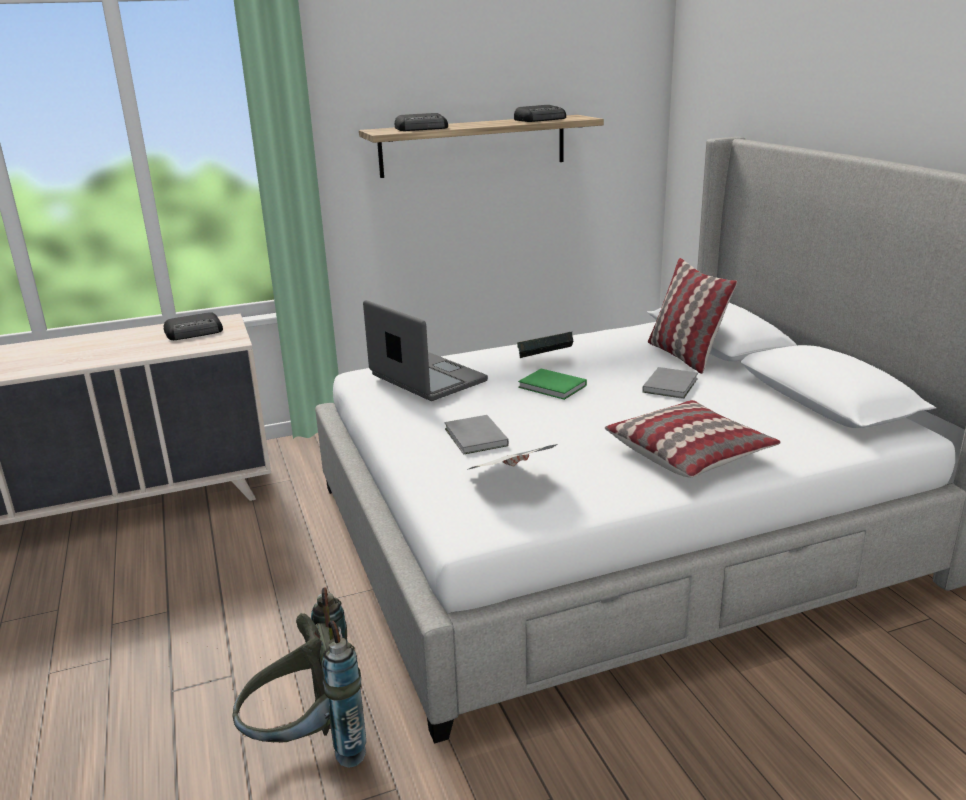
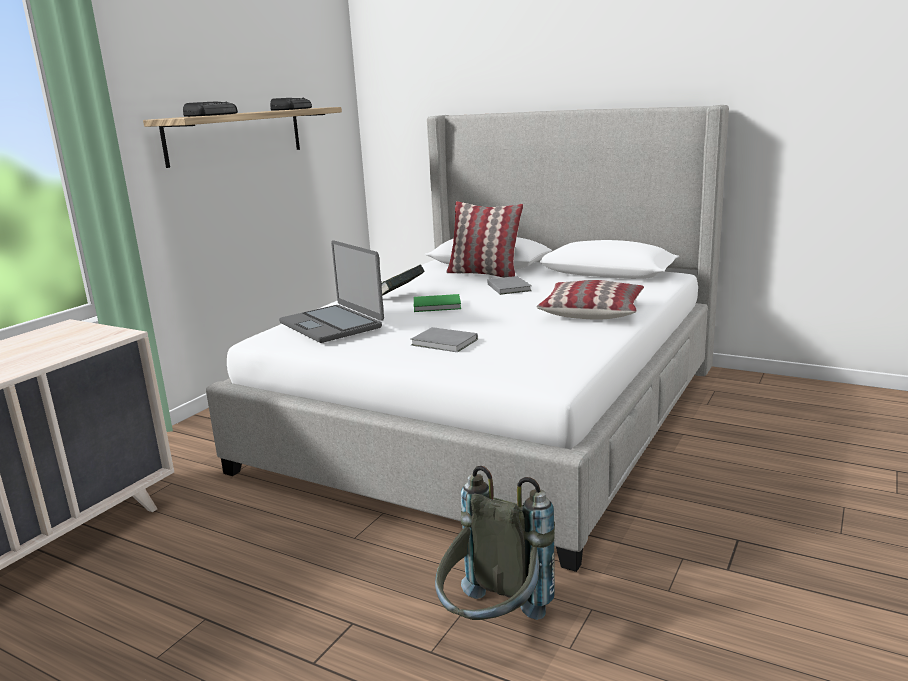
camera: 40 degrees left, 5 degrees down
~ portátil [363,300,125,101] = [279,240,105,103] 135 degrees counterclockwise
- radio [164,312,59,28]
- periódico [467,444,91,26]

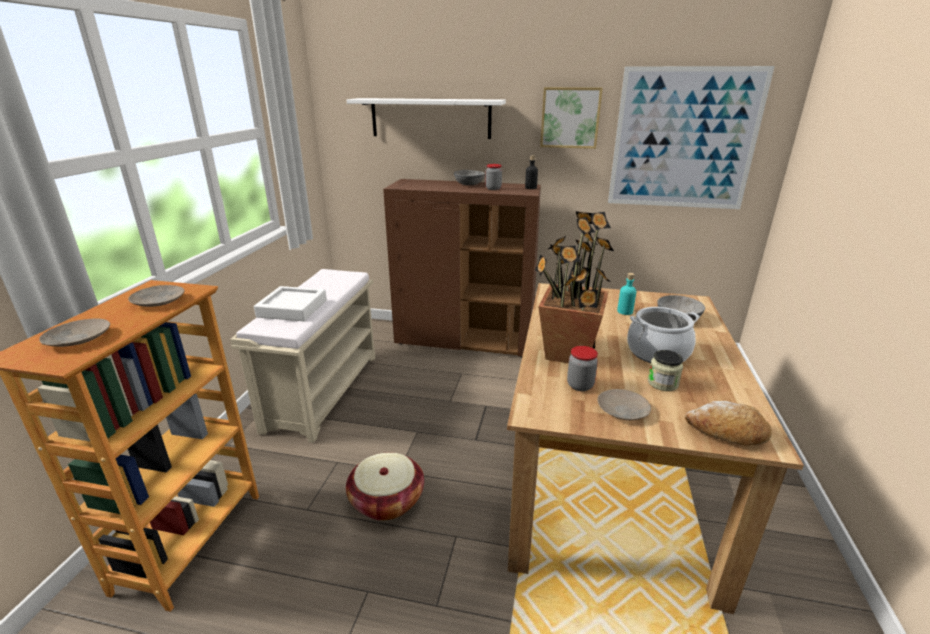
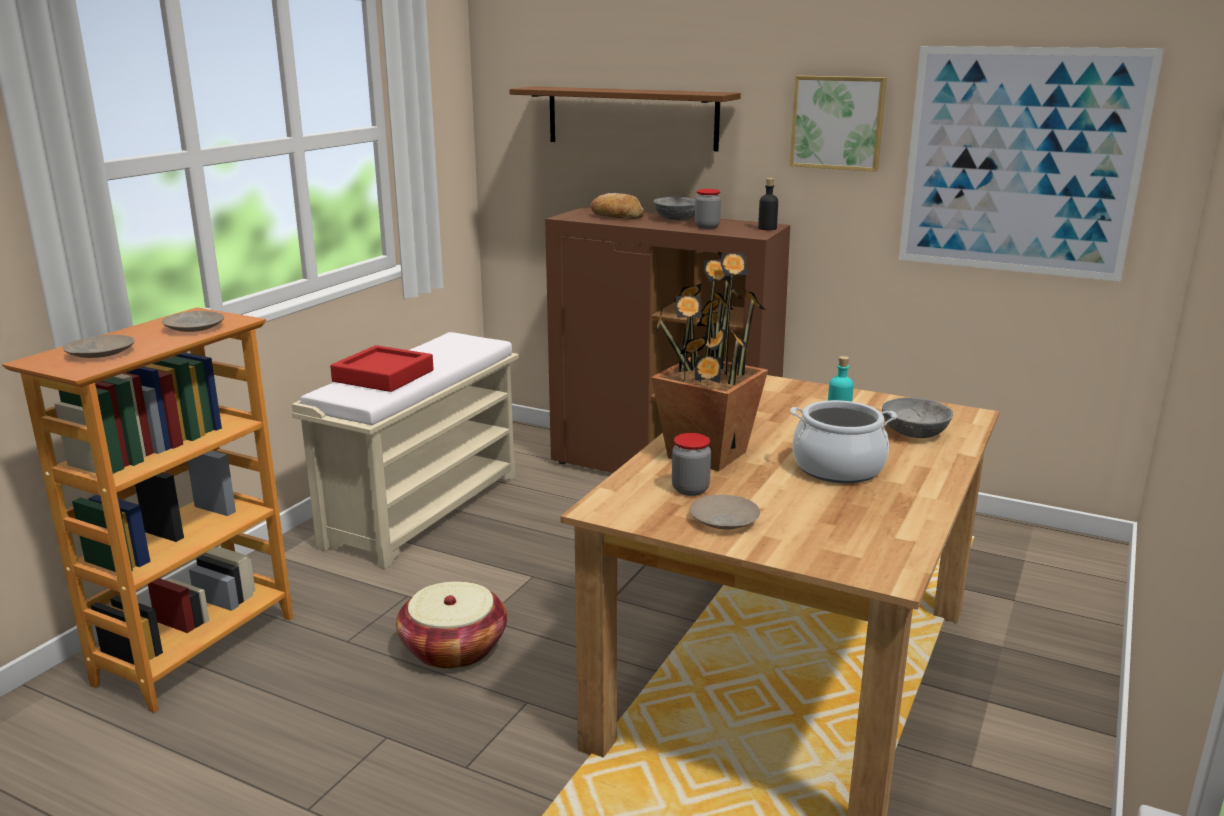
camera: 15 degrees right, 5 degrees down
~ bandeja (blanco) [254,286,73,35] to bandeja (rojo) [330,345,104,47]
~ estante (blanco) [347,98,159,41] to estante (marrón) [509,86,232,66]
~ pan [685,401,87,45] to [591,193,53,26]
- tarro [648,350,35,41]

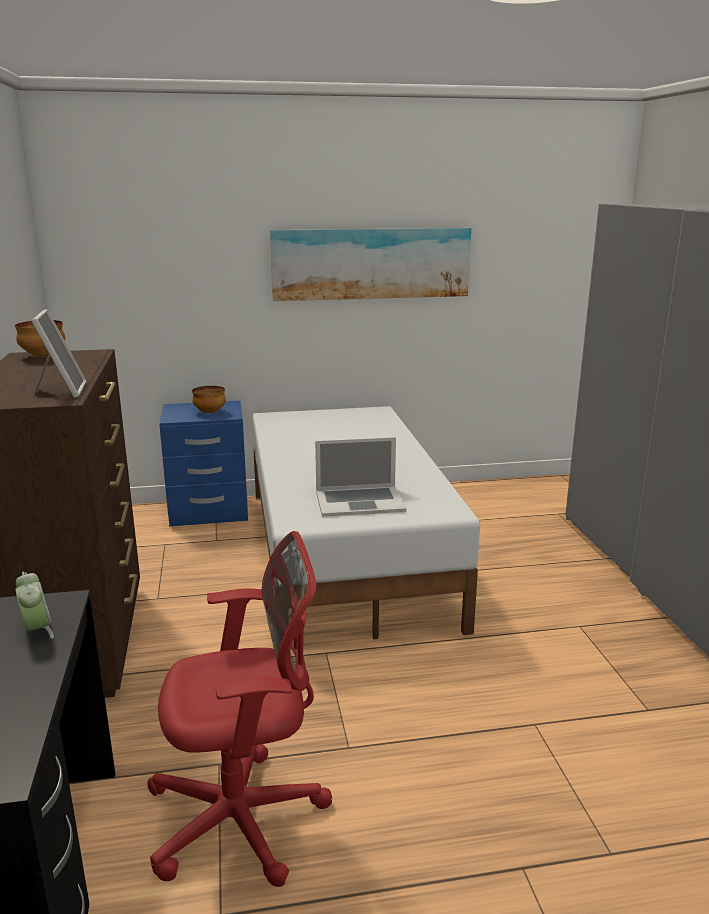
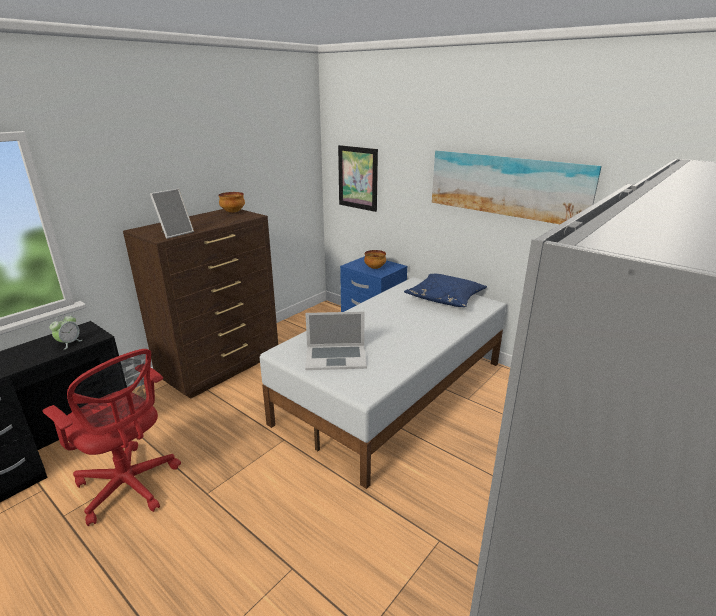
camera: 50 degrees right, 5 degrees up
~ portátil [315,437,91,80] = [305,312,62,58] 45 degrees counterclockwise
+ cuadro [338,145,40,67]
+ cojín (azul) [404,274,83,33]

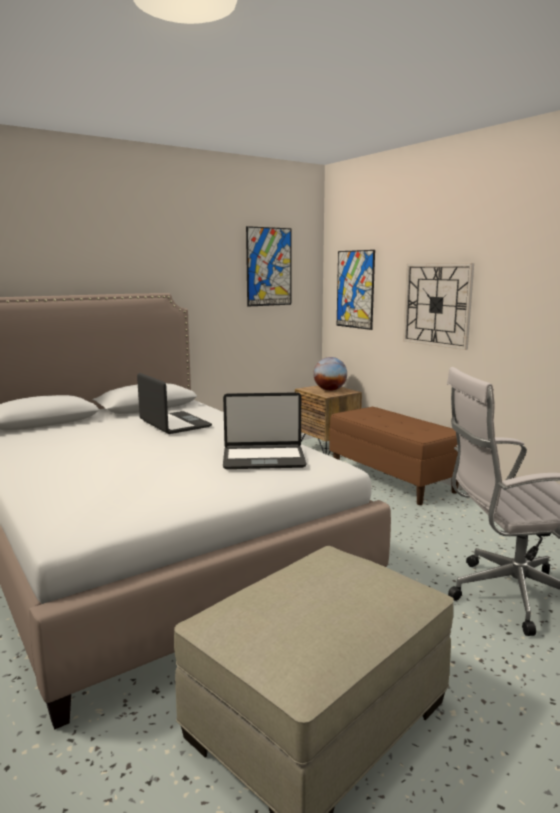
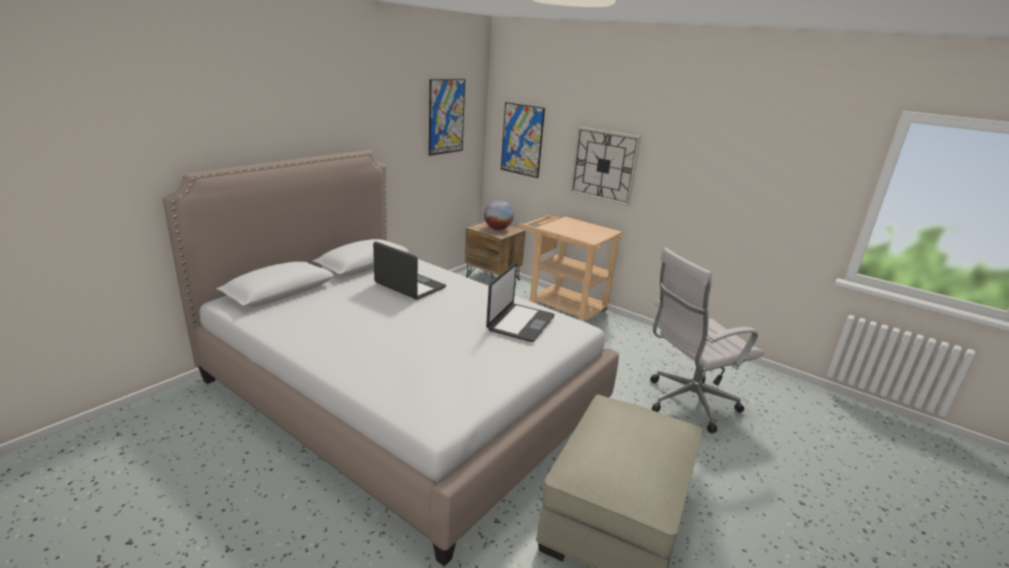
camera: 20 degrees left, 10 degrees up
~ portátil [223,392,84,77] = [486,263,69,79] 45 degrees counterclockwise
~ banco (marrón) [329,407,130,98] to carrito (beis) [518,215,105,107]

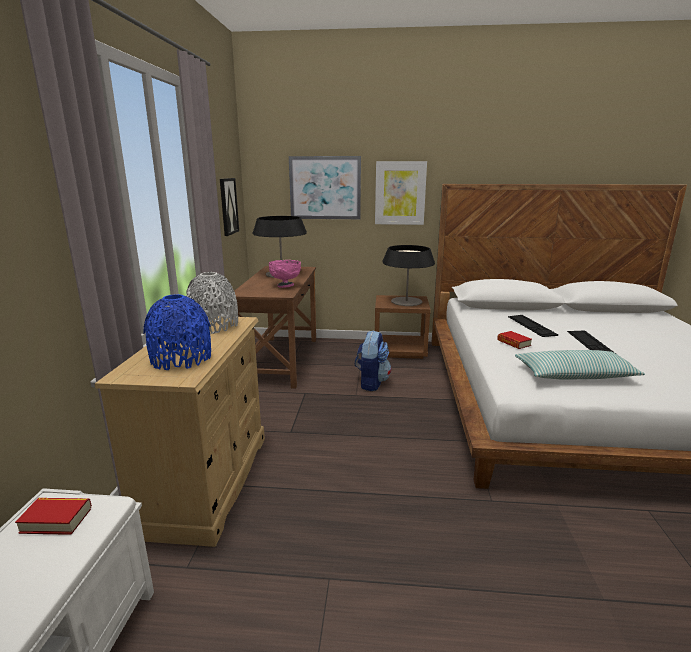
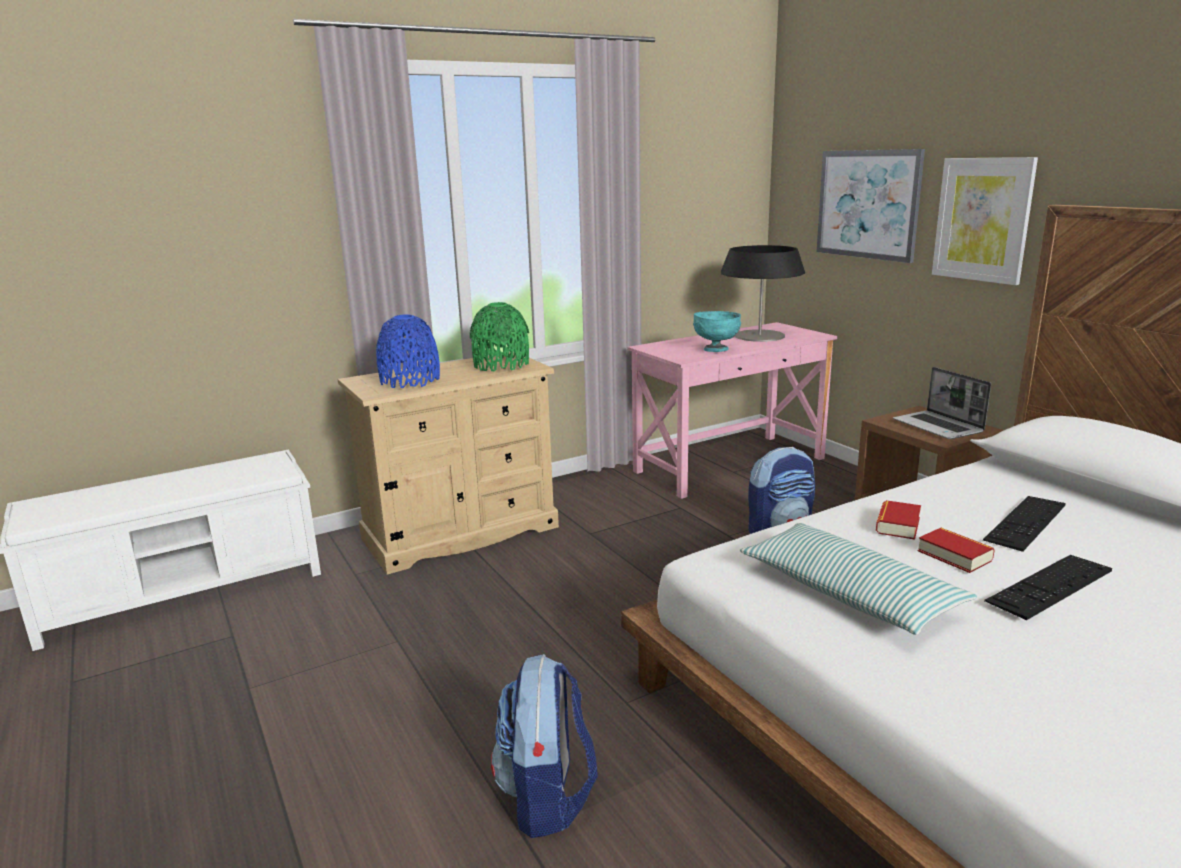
camera: 55 degrees right, 0 degrees up
~ florero (gris) [186,272,52,62] to florero (verde) [470,302,59,69]
+ mochila [491,654,107,184]
~ escritorio (marrón) [235,266,81,123] to escritorio (rosa) [628,322,209,177]
~ cuenco (rosa) [269,260,32,28] to cuenco (turquesa) [693,311,48,41]
~ lámpara de mesa [383,245,52,61] to portátil [893,367,98,72]
~ libro [15,498,77,37] to [918,528,77,45]
- cuadro [220,178,19,58]

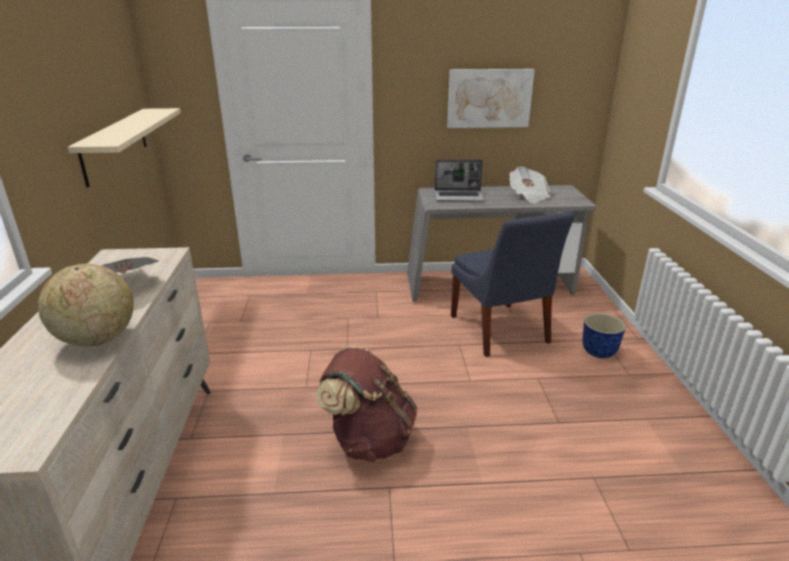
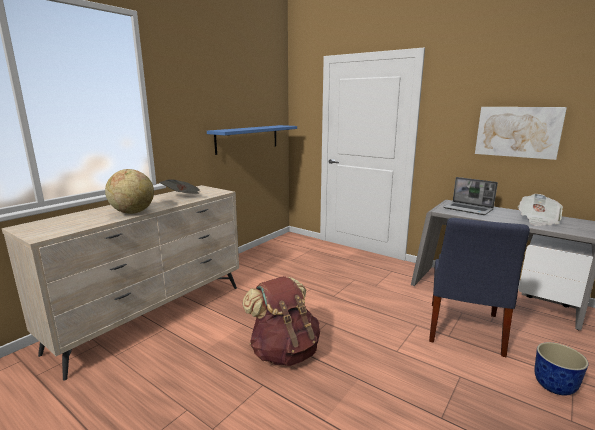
camera: 40 degrees right, 10 degrees down
~ estante (beis) [67,108,114,79] to estante (azul) [207,125,90,30]

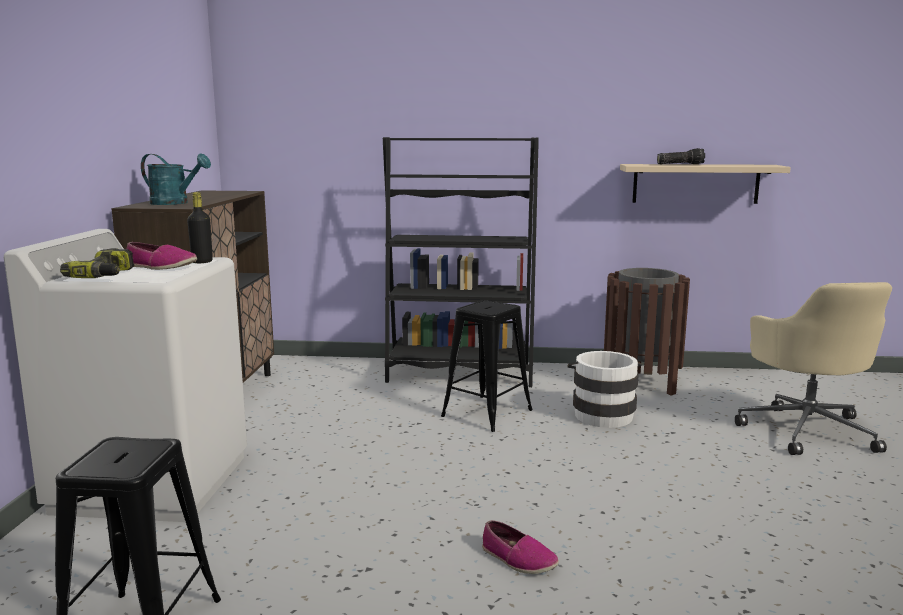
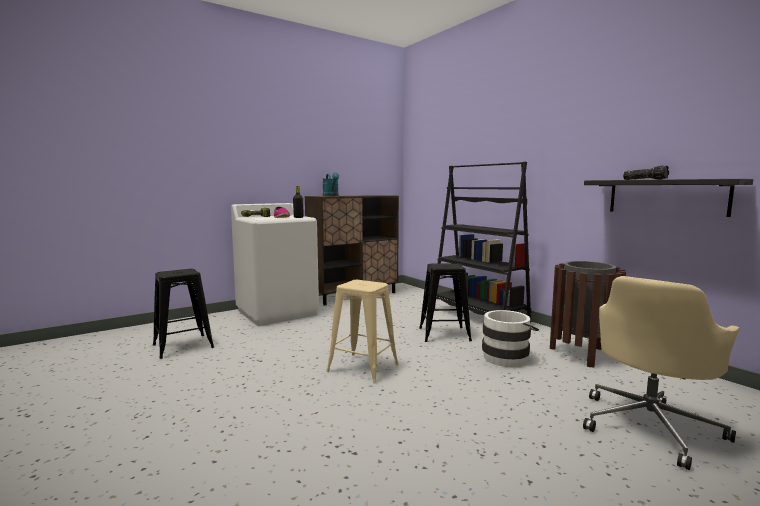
camera: 50 degrees right, 5 degrees down
+ taburete (beis) [326,280,73,104]
~ estante (beis) [620,164,171,40] to estante (negro) [584,179,170,38]
- zapato [482,520,77,54]

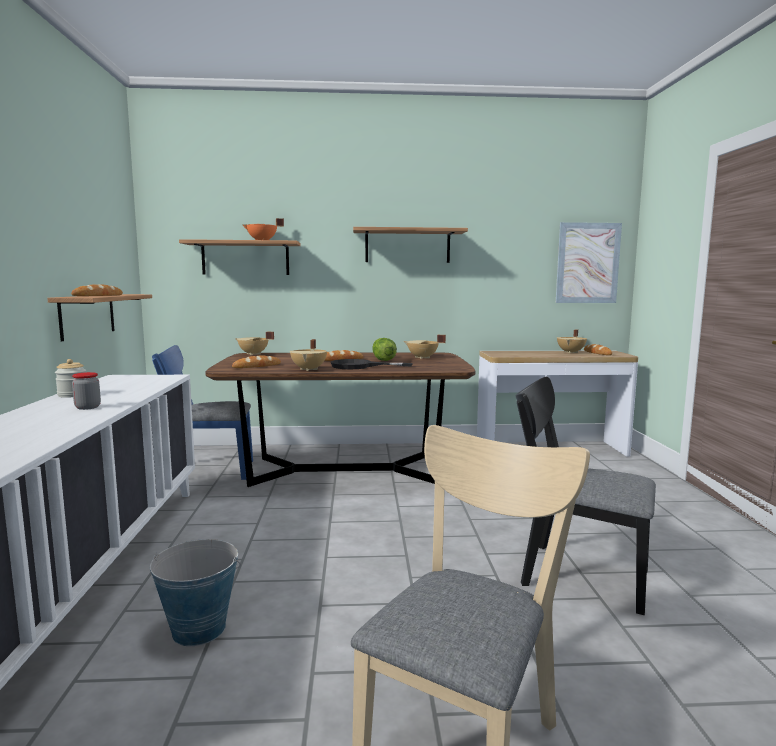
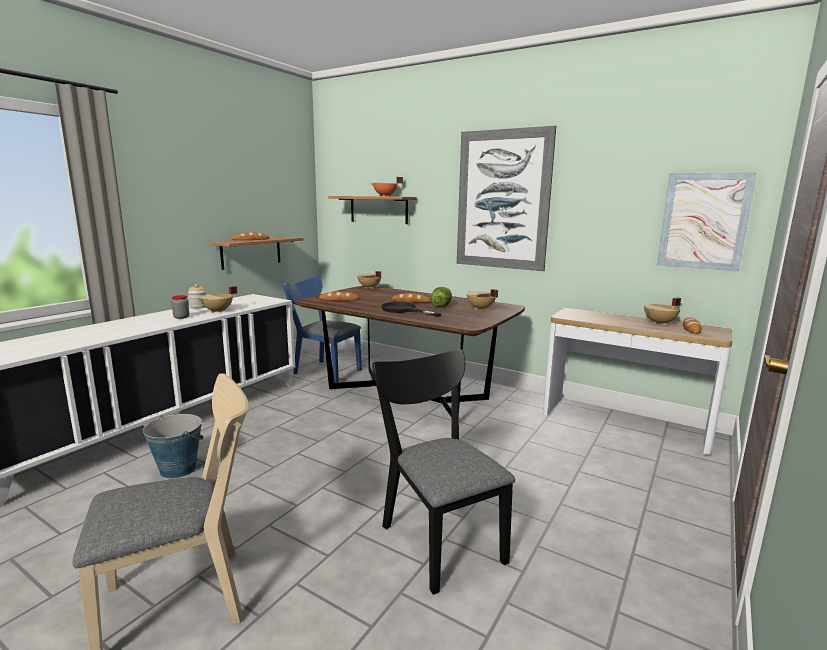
camera: 35 degrees right, 5 degrees up
~ olla (beis) [290,339,37,32] to [198,286,39,27]
~ estante [353,227,115,36] to cuadro [457,126,99,145]

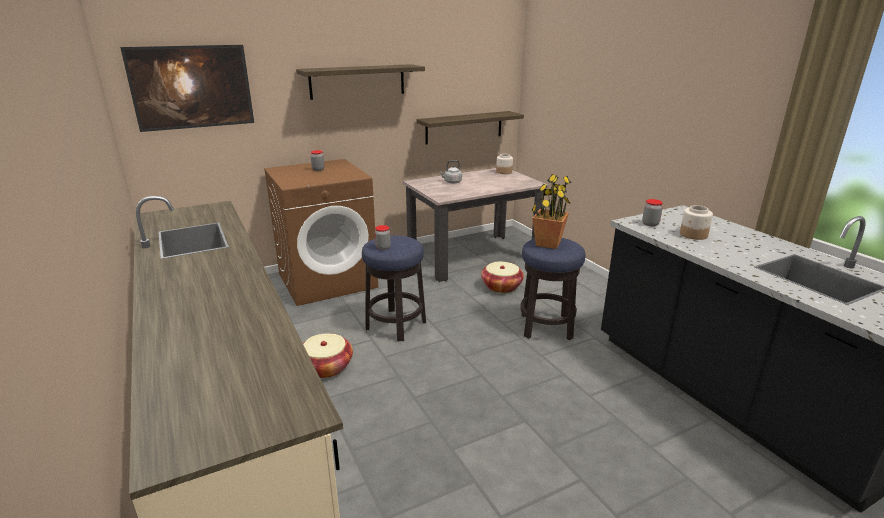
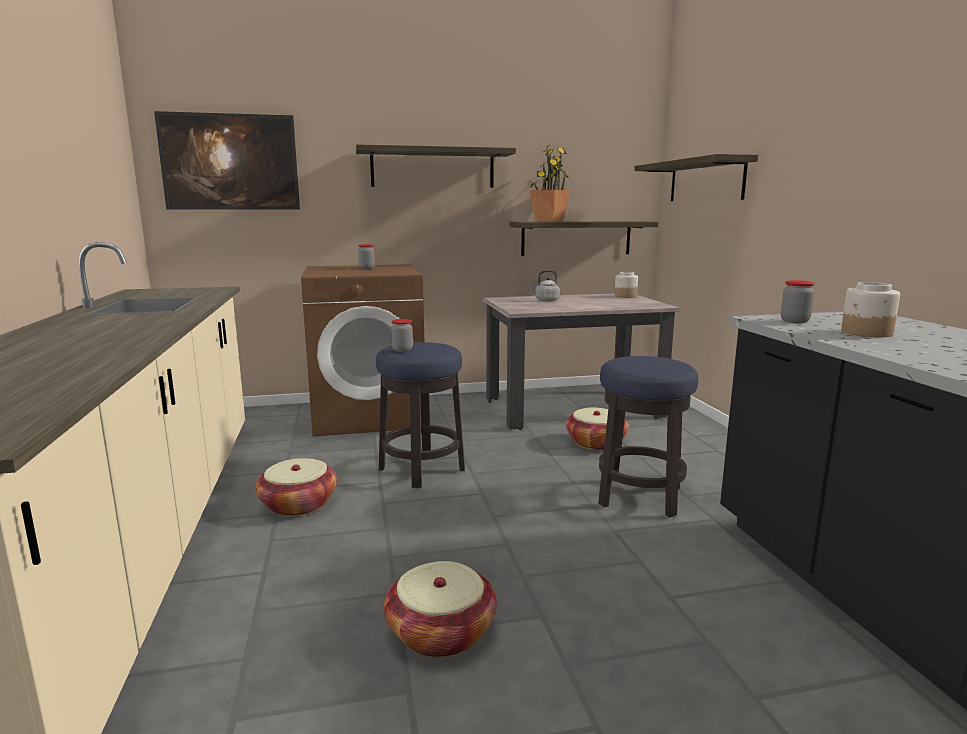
camera: 15 degrees right, 10 degrees down
+ cesta [384,561,113,97]
~ planta en maceta [532,174,39,75] to [530,145,40,77]
+ estante [634,154,124,47]

